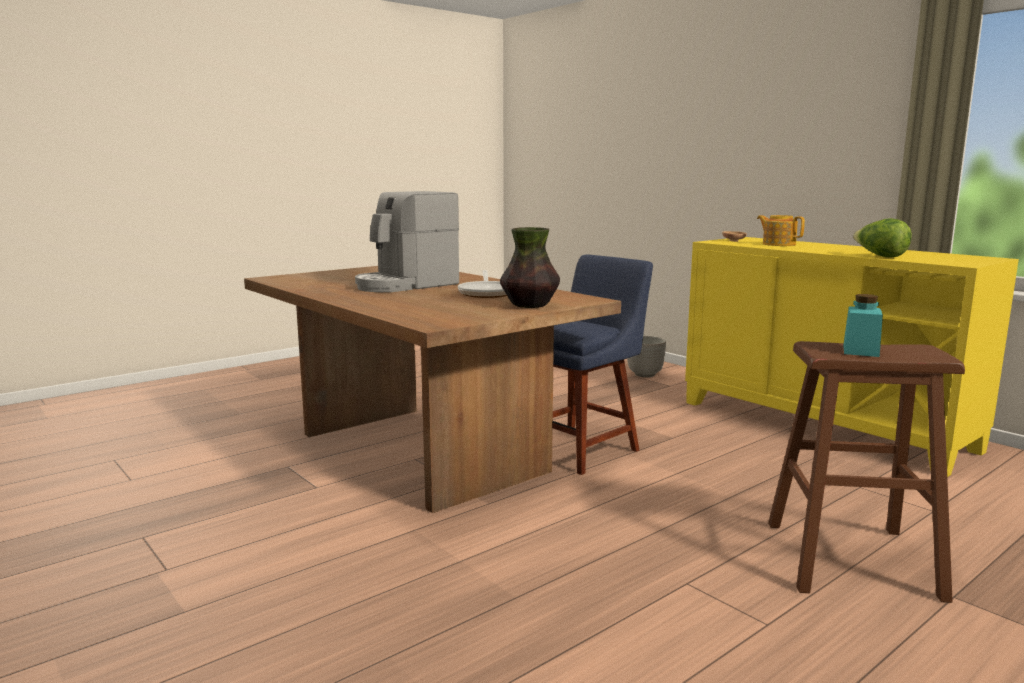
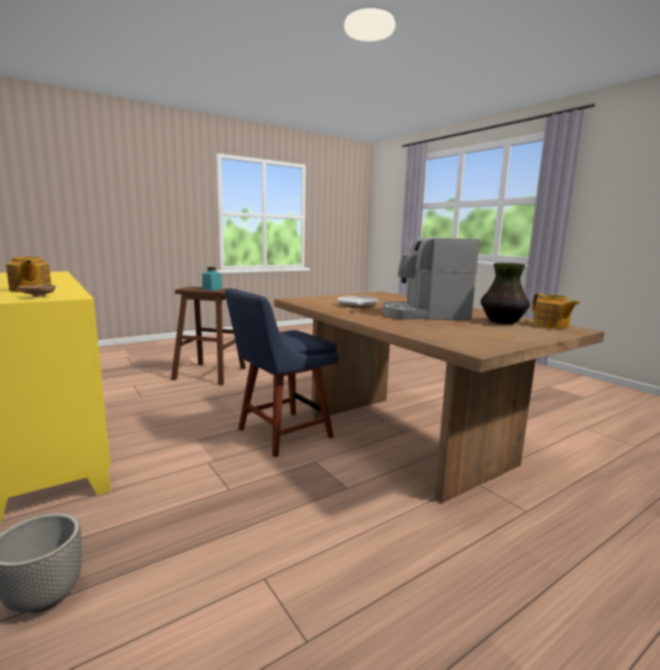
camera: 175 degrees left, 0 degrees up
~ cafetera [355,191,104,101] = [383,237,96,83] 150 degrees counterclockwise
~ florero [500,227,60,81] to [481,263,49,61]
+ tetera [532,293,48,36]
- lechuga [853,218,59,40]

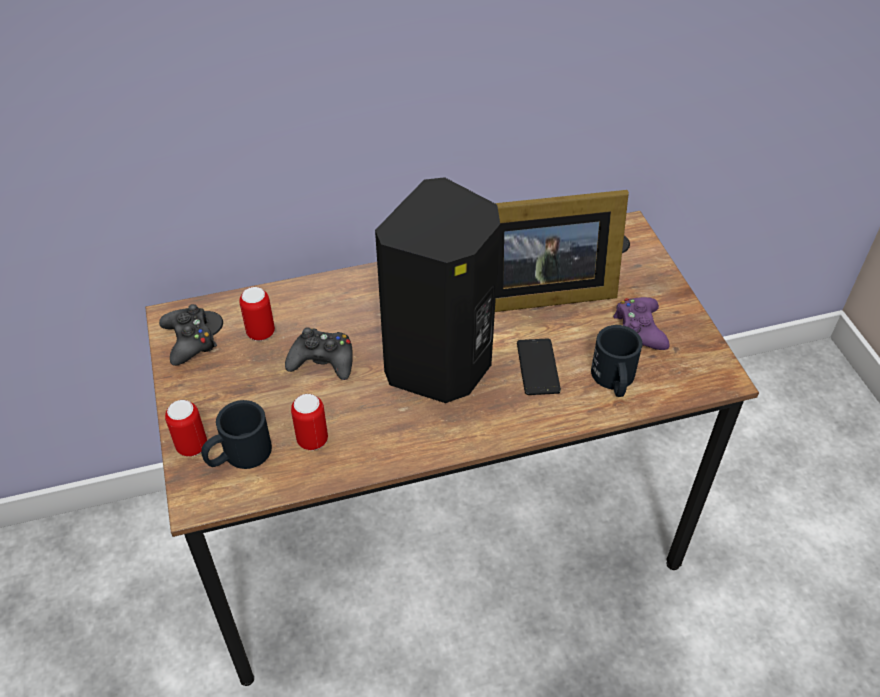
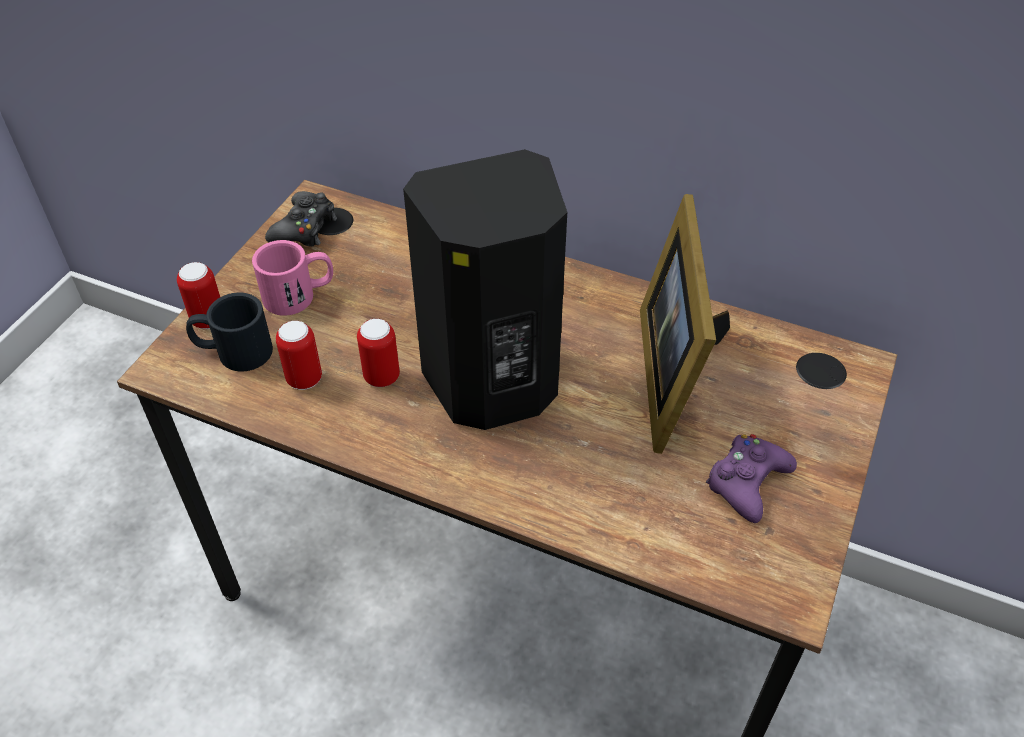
camera: 40 degrees right, 0 degrees up
+ taza grande (rosa) [252,240,81,76]
~ lata [239,287,36,54] to [357,319,43,68]
~ portarretratos [495,190,134,122] = [640,194,90,260] 60 degrees clockwise
- mando de consola (negro) [285,327,68,53]
- móvil [517,339,44,56]
- taza grande (negro) [591,325,51,72]

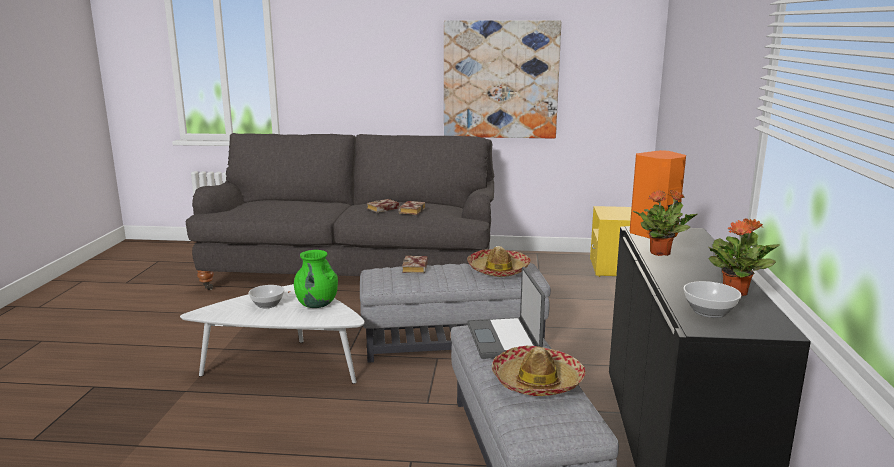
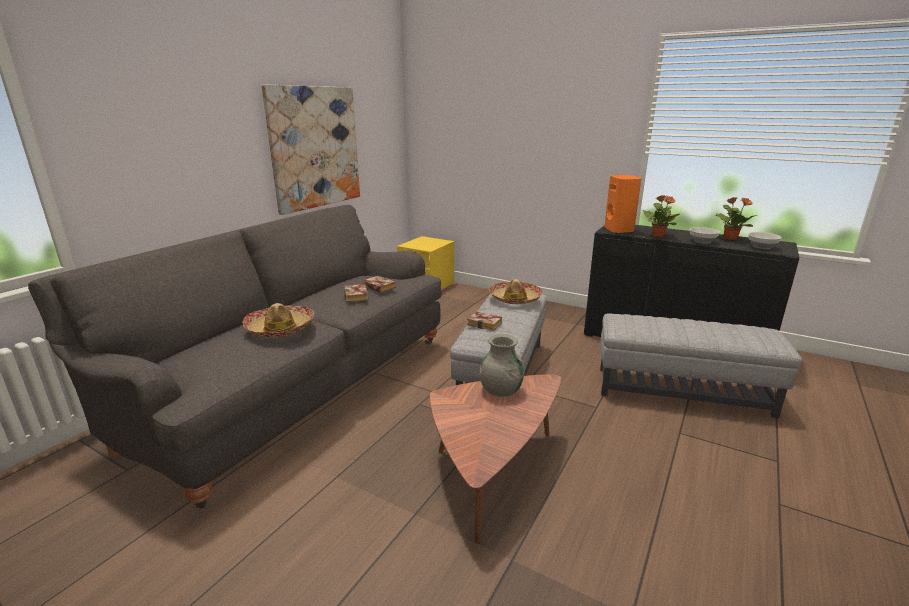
camera: 65 degrees left, 5 degrees up
~ sombrero [492,345,94,51] to [242,303,72,34]
~ mesa de centro (blanco) [180,284,185,100] to mesa de centro (marrón) [430,374,132,170]
~ florero (verde) [294,250,44,58] to florero (gris) [480,334,45,63]
~ cuenco [249,285,35,23] to [689,227,31,17]
- portátil [467,267,78,92]

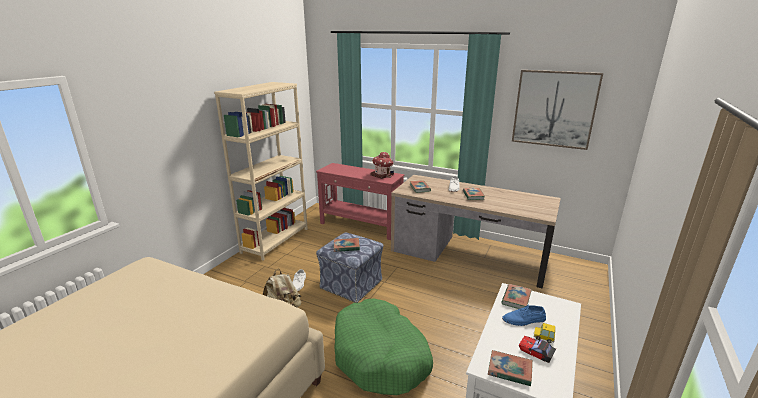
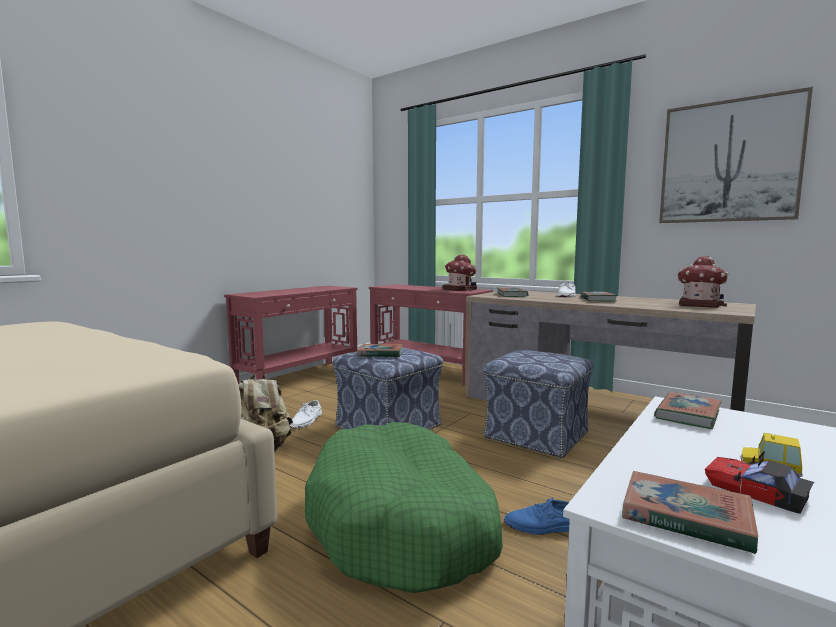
camera: 10 degrees right, 15 degrees down
~ estantería (beis) [214,82,94,179] to mesa consola (rojo) [224,286,134,98]
+ puf [483,350,110,108]
~ zapato (azul) [502,304,44,22] to [504,498,66,37]
+ casita [678,256,51,52]

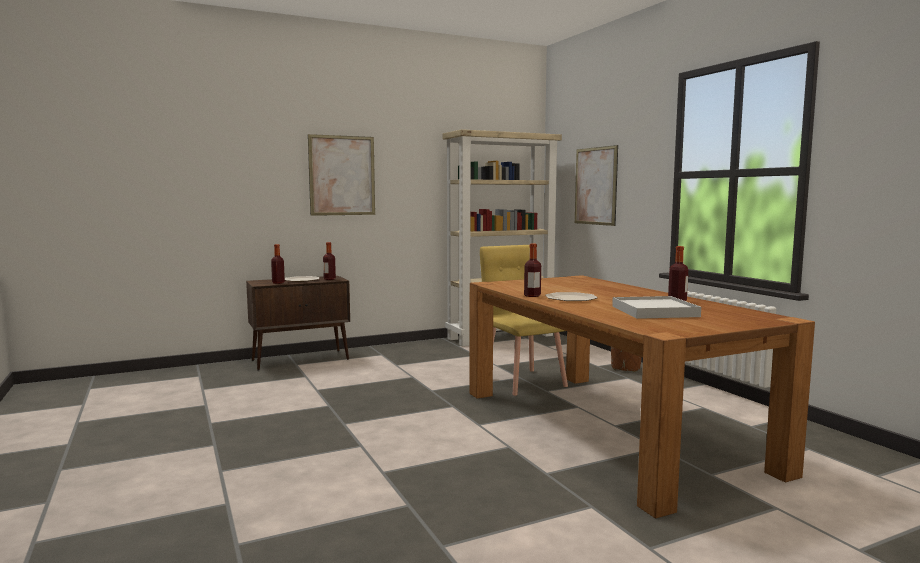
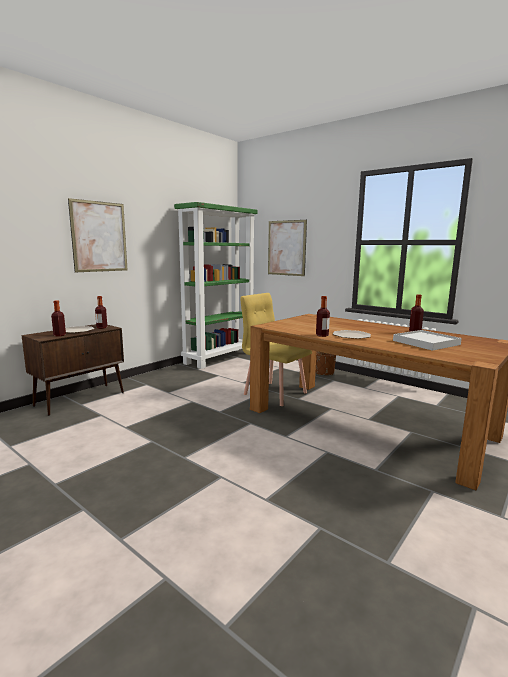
camera: 25 degrees left, 5 degrees up
~ estantería (beis) [443,129,119,217] to estantería (verde) [174,202,83,167]

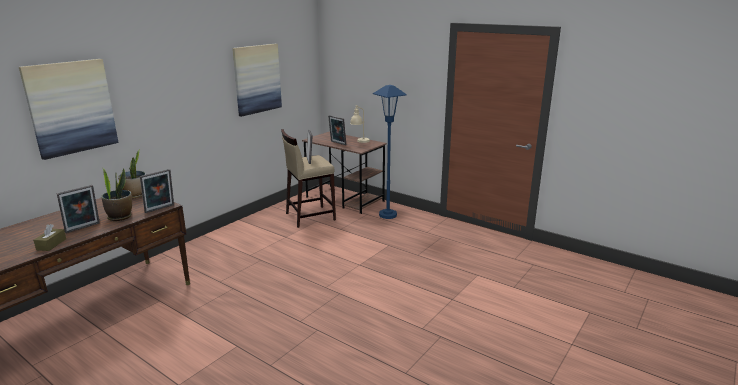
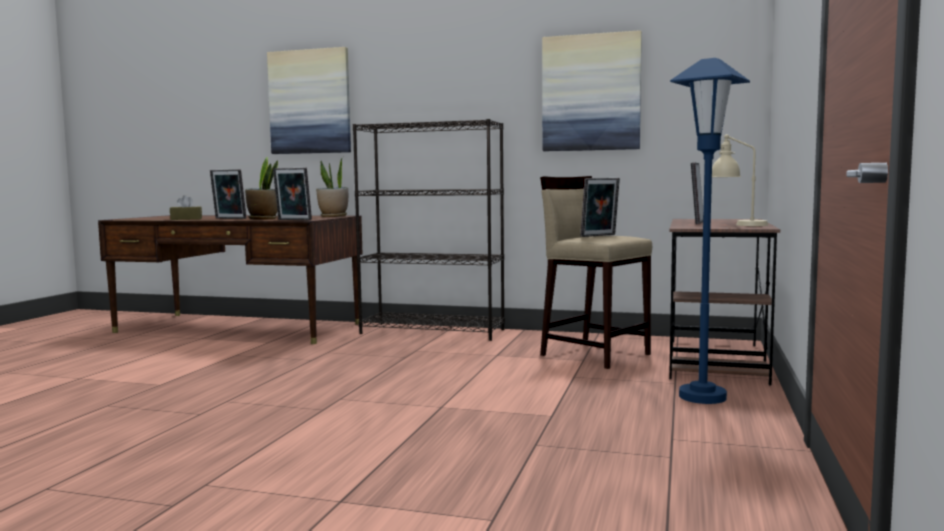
camera: 70 degrees right, 15 degrees down
+ estantería (negro) [353,119,152,222]

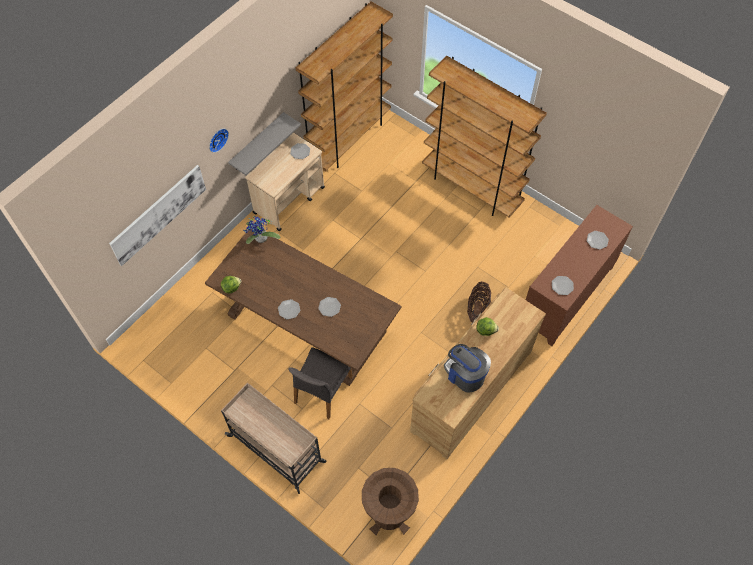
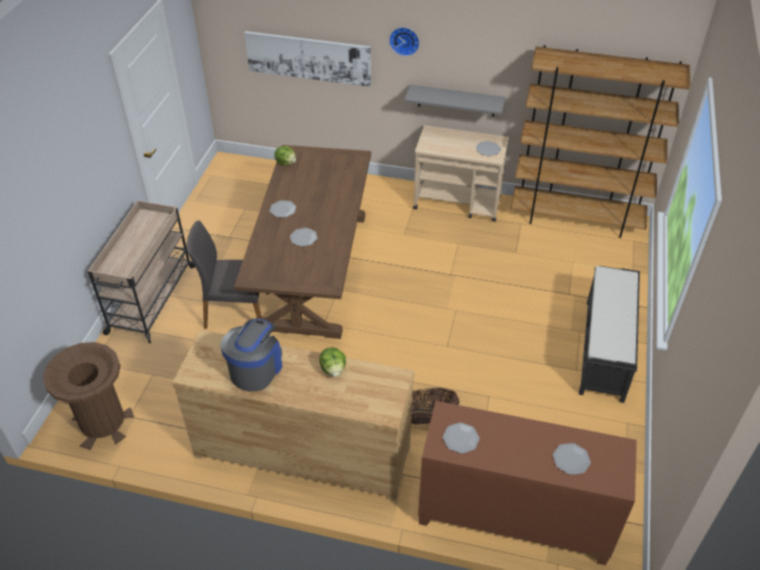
camera: 65 degrees right, 15 degrees down
~ estantería (marrón) [422,56,125,162] to banco (negro) [579,266,61,137]
- planta en maceta [243,216,37,28]

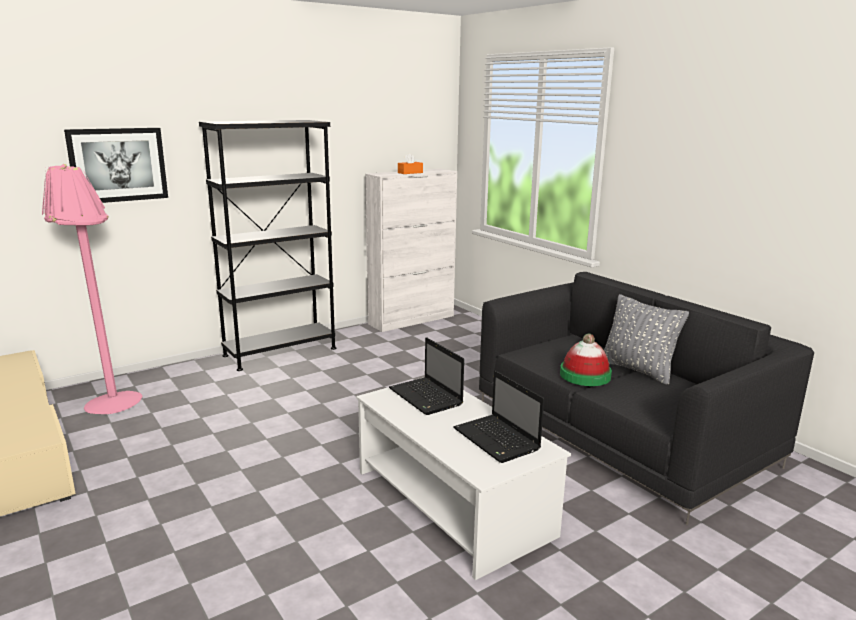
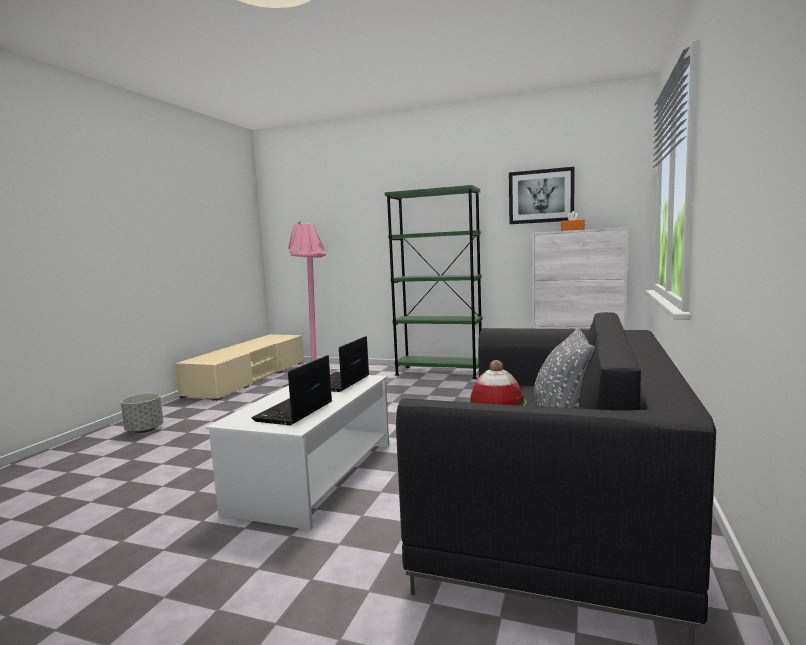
camera: 55 degrees right, 10 degrees down
+ maceta (gris) [121,393,43,40]
~ estantería (negro) [199,120,137,251] to estantería (verde) [385,185,97,194]
~ cuadro [64,128,104,75] to [509,167,65,57]

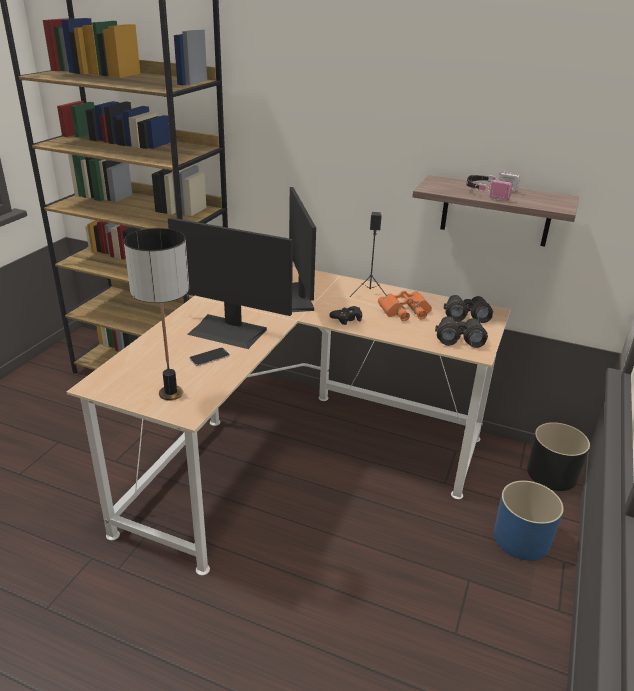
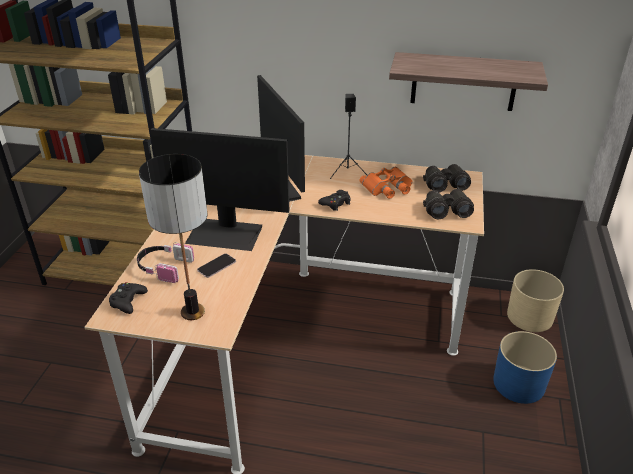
camera: 10 degrees left, 5 degrees up
+ mando de consola (negro) [109,282,39,32]
~ auriculares [466,171,54,30] to [137,242,57,41]
~ maceta (negro) [527,422,63,69] to maceta (beis) [507,269,57,63]

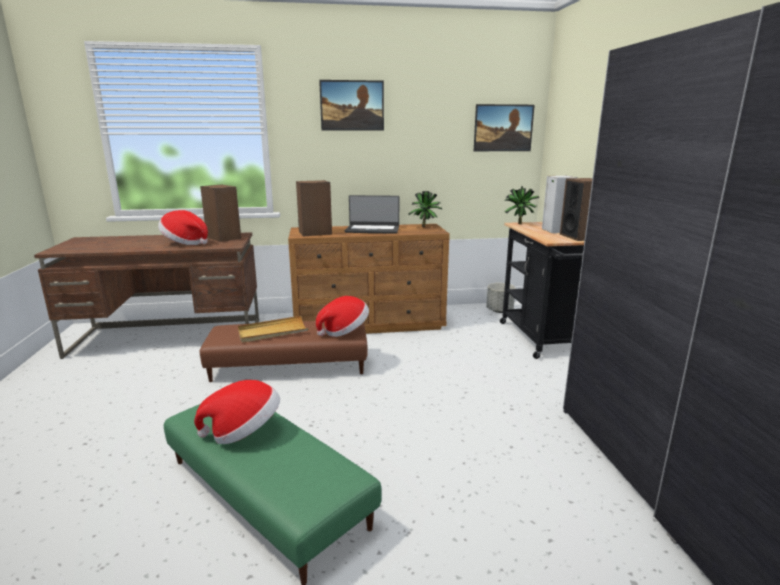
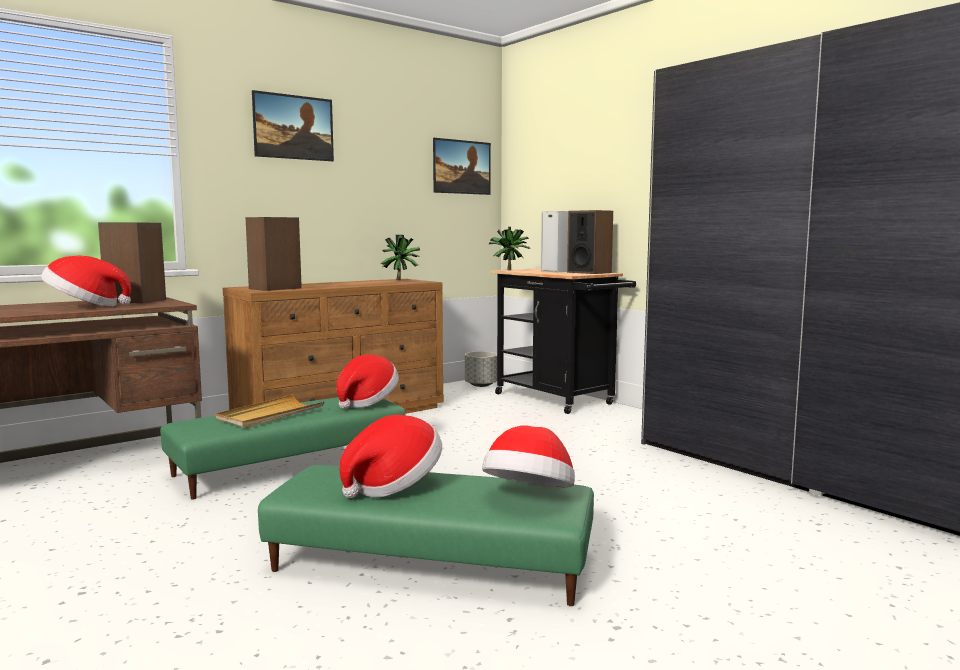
camera: 30 degrees left, 10 degrees down
~ puf (marrón) [200,321,167,61] to puf (verde) [160,397,245,103]
+ sombrero [482,425,93,63]
- portátil [345,195,54,39]

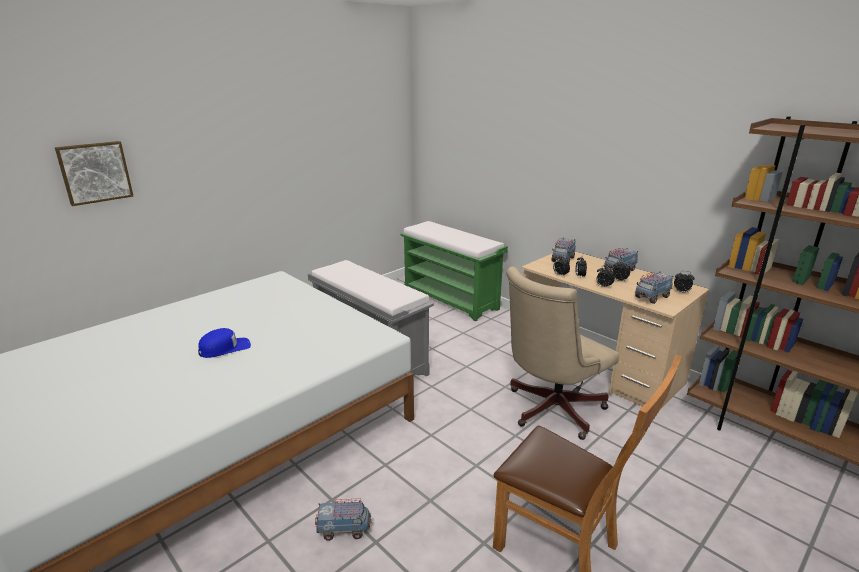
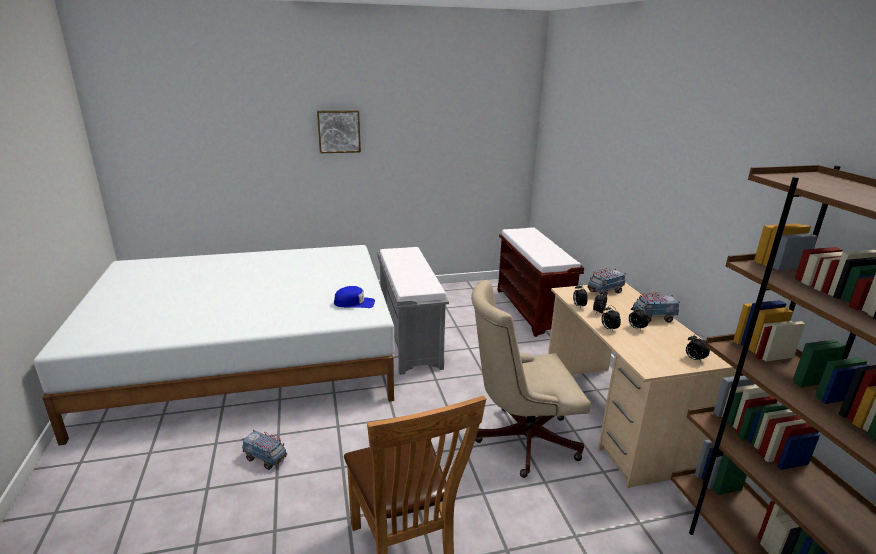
camera: 30 degrees right, 0 degrees up
~ cuadro [55,141,78,65] to [317,110,44,43]
~ gorra (azul) [198,328,53,30] to [334,286,41,22]
~ banco (verde) [400,221,108,100] to banco (marrón) [497,228,87,109]
- camión de juguete [635,272,38,32]

